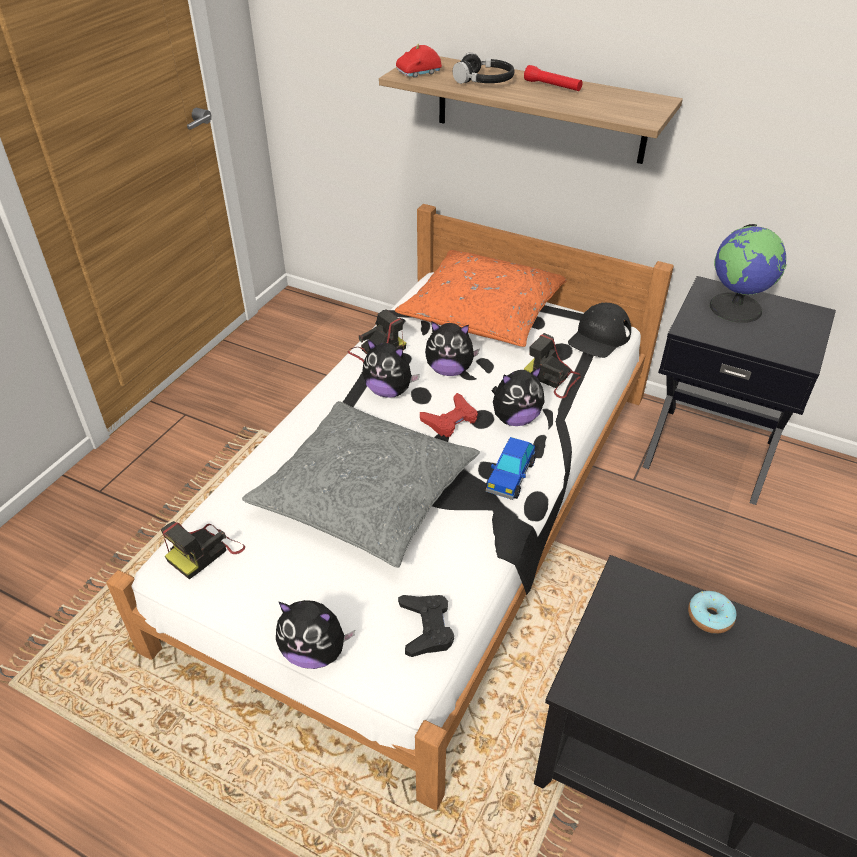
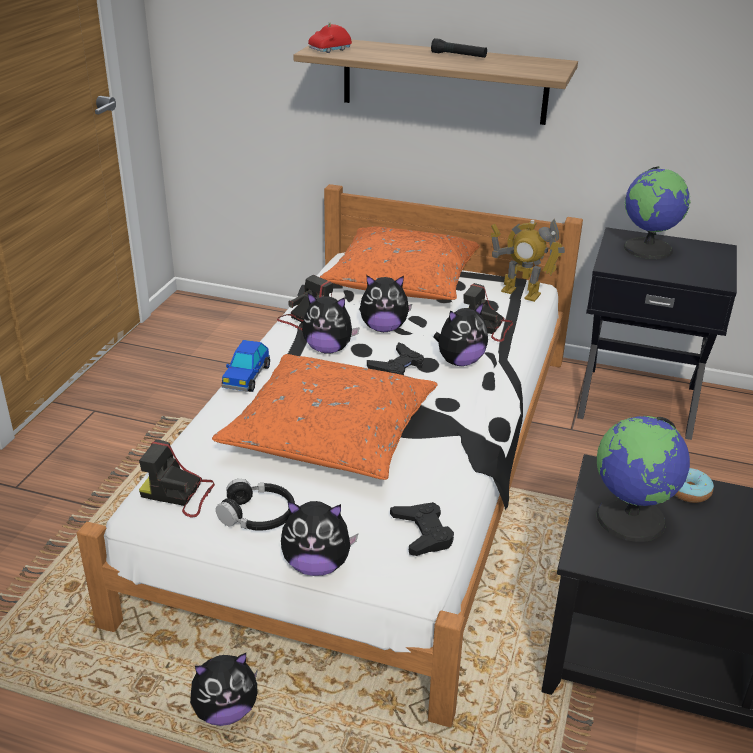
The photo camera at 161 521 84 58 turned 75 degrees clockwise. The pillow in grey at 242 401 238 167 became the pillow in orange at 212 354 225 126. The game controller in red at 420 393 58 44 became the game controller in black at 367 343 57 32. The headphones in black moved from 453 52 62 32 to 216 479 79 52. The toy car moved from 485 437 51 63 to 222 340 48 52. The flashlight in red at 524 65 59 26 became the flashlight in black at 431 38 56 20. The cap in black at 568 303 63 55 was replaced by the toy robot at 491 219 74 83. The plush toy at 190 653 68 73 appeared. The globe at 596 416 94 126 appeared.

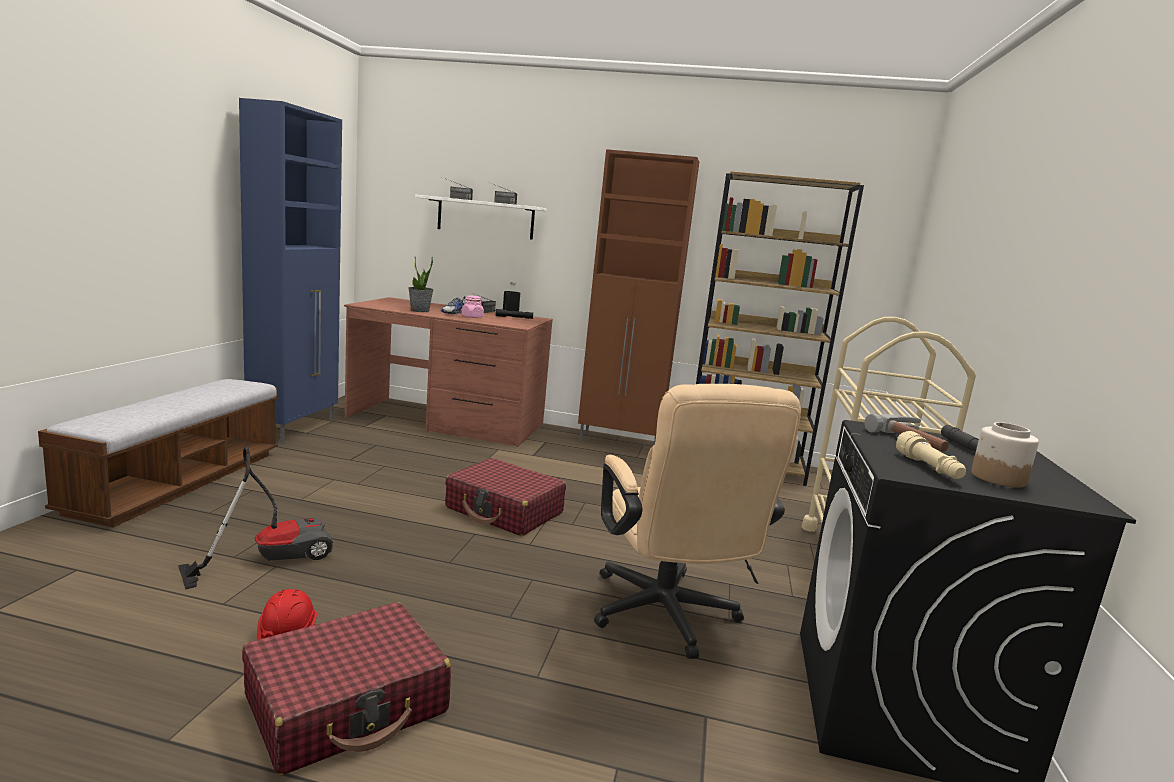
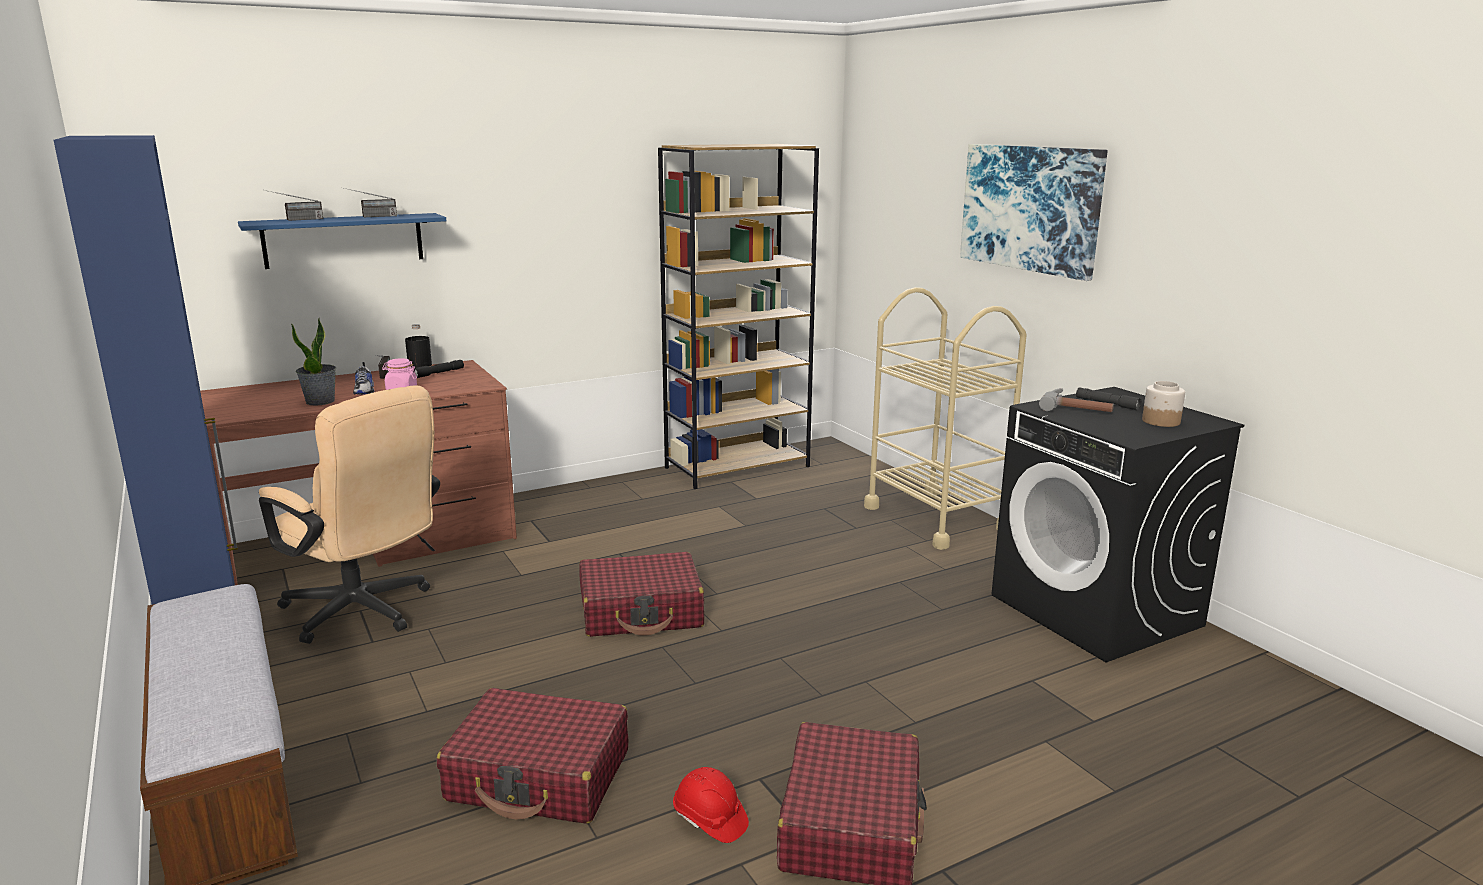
The vacuum cleaner at 178 446 155 144 was replaced by the suitcase in red at 437 688 191 136. The shelf in white at 415 195 132 45 became the shelf in blue at 238 213 208 56. The cabinet in brown at 578 149 121 296 disappeared. The office chair in beige moved from 594 384 207 275 to 259 386 181 258. The flashlight in beige at 896 431 70 48 disappeared. The picture at 960 144 148 137 appeared.

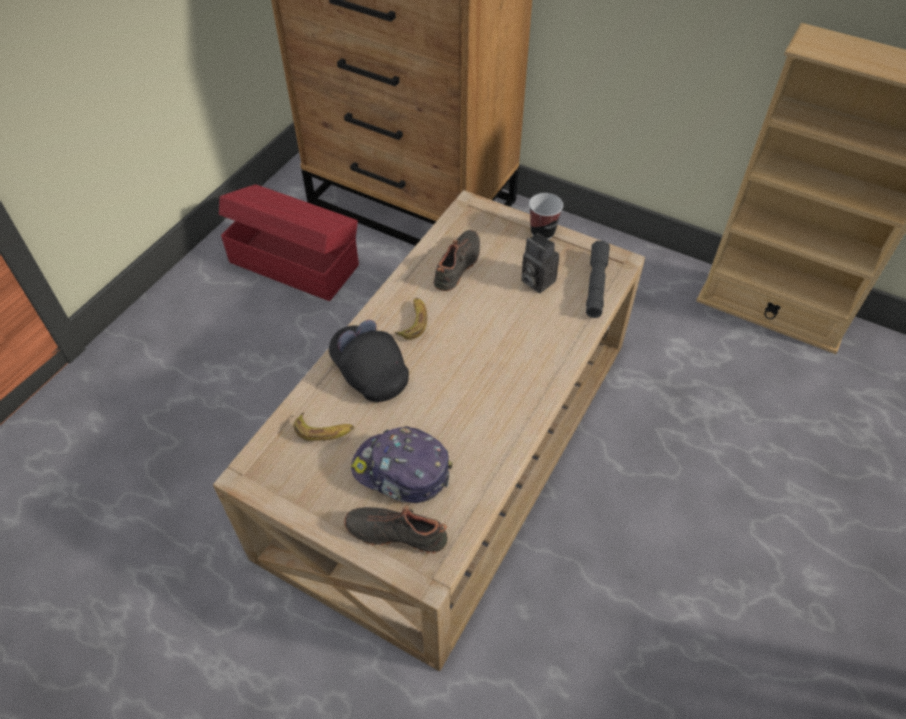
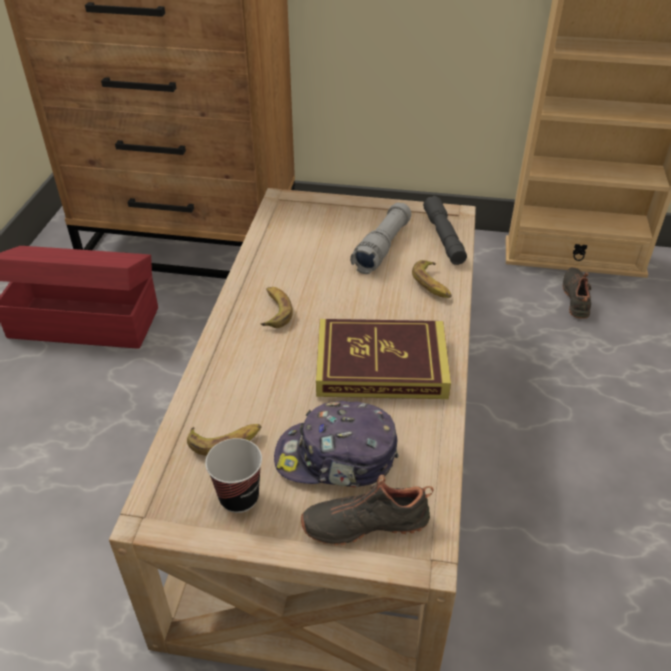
The cap in black at 329 320 80 82 disappeared. The shoe in black moved from 434 230 46 61 to 562 267 29 52. The photo camera at 521 233 38 60 was replaced by the flashlight in grey at 350 202 61 72. The cup moved from 529 193 34 46 to 205 438 57 75. The book at 316 319 135 80 appeared. The banana at 412 260 40 38 appeared.

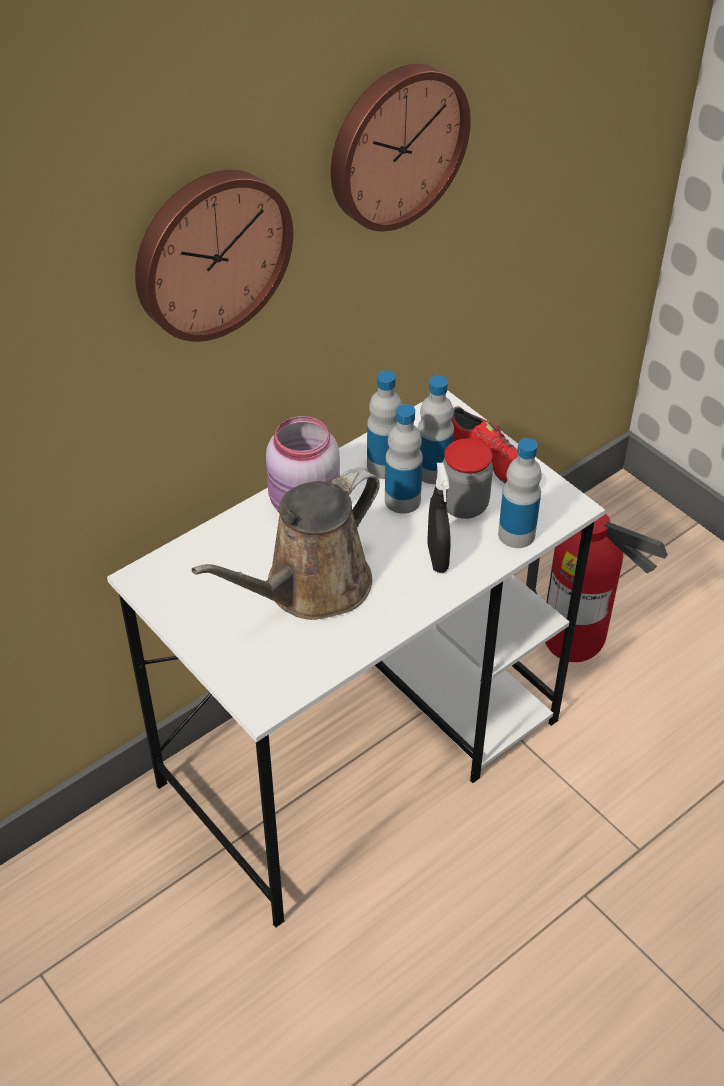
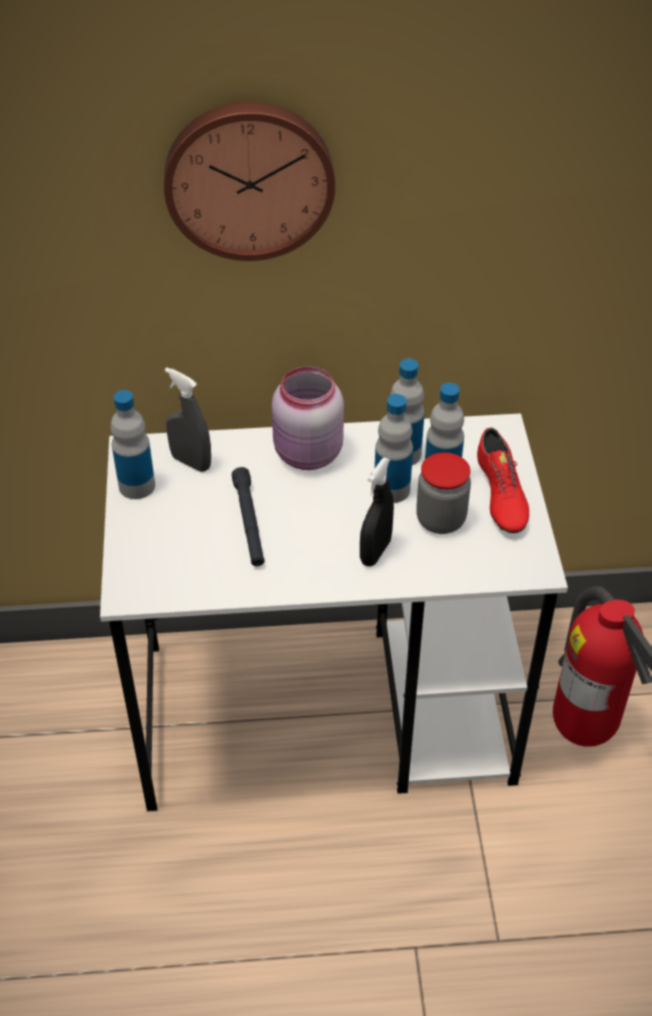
The watering can in brown at 192 467 188 153 was replaced by the flashlight in black at 232 467 33 99. The wall clock at 331 64 140 167 disappeared. The bottle moved from 498 438 44 110 to 111 390 44 109. The spray bottle in grey at 165 367 46 105 appeared.

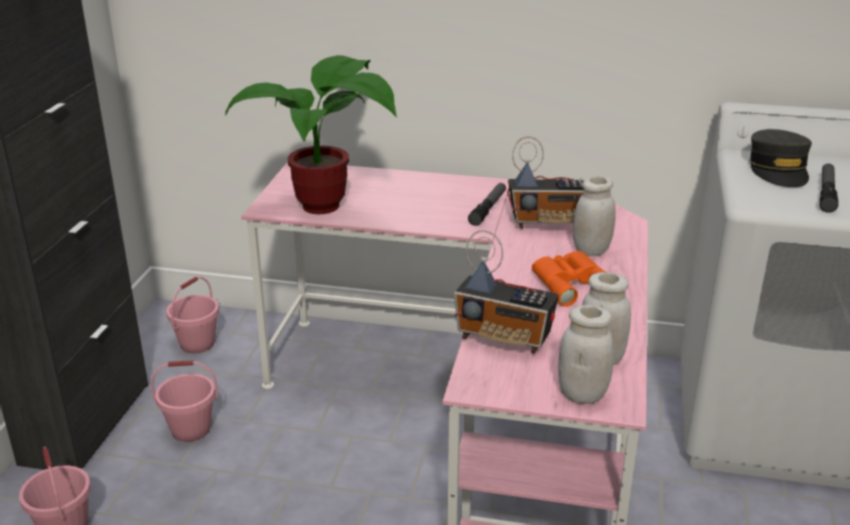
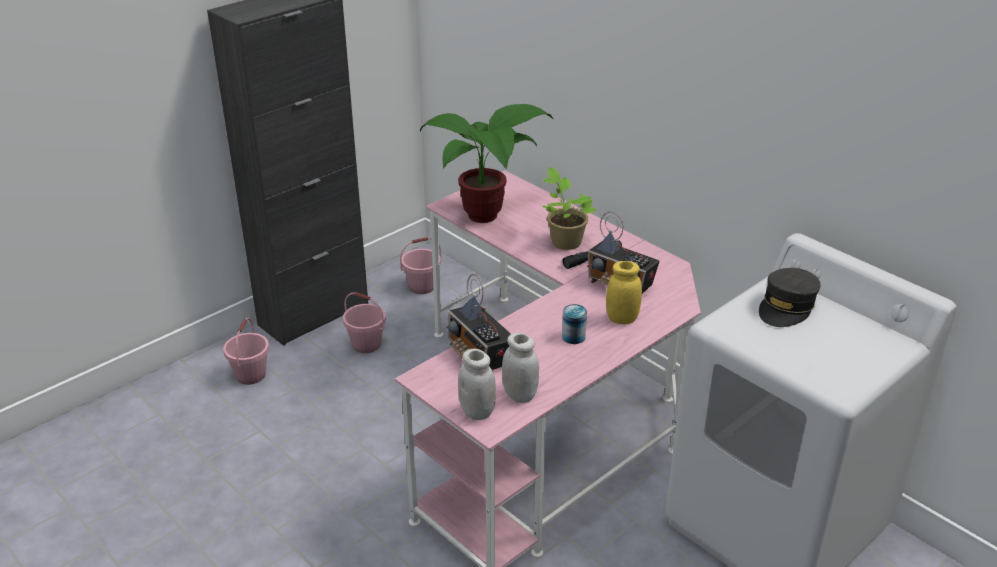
The binoculars in orange at 532 251 74 56 was replaced by the can at 562 304 25 40. The jar in white at 573 176 43 80 became the jar in yellow at 606 261 36 64. The flashlight at 820 164 18 49 disappeared. The potted plant at 542 167 55 83 appeared.

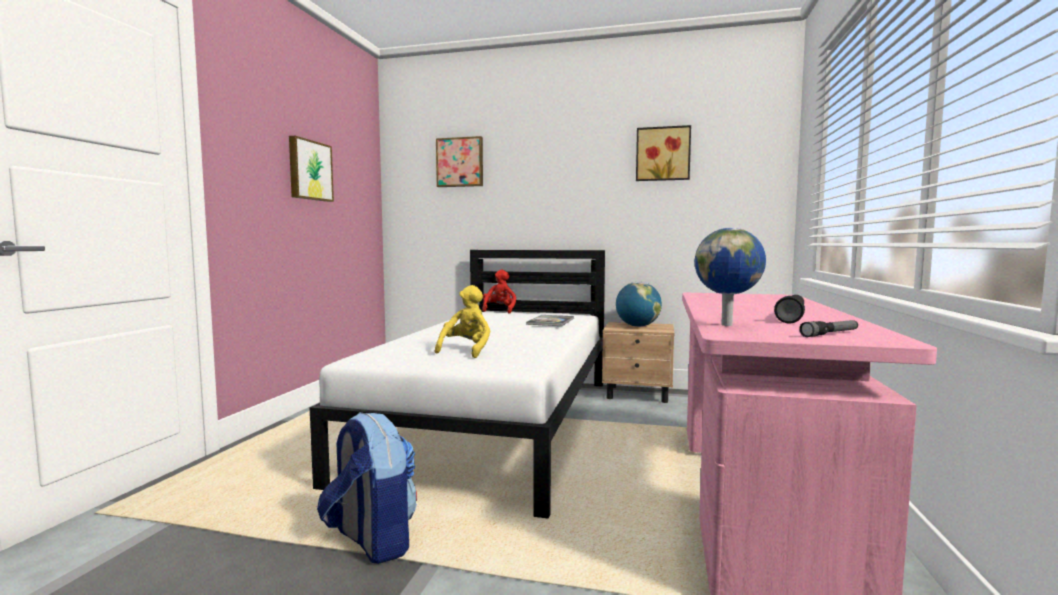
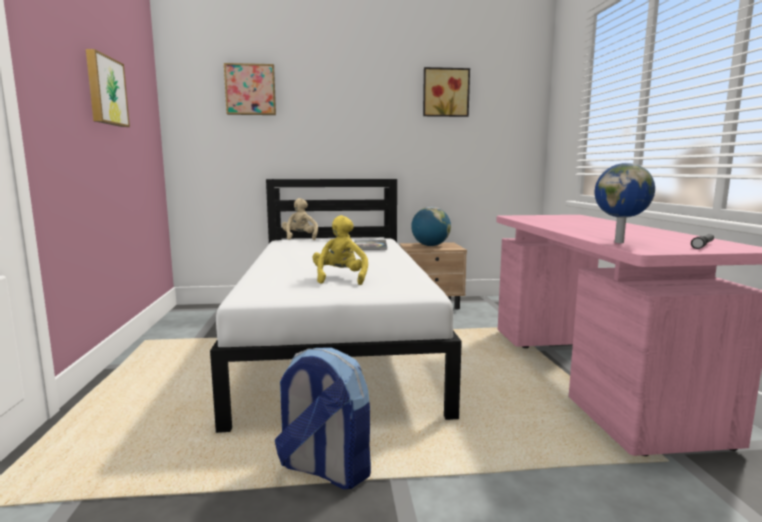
The plush toy in red at 482 269 34 45 became the plush toy in beige at 282 198 36 42. The flashlight in black at 774 295 31 28 disappeared.

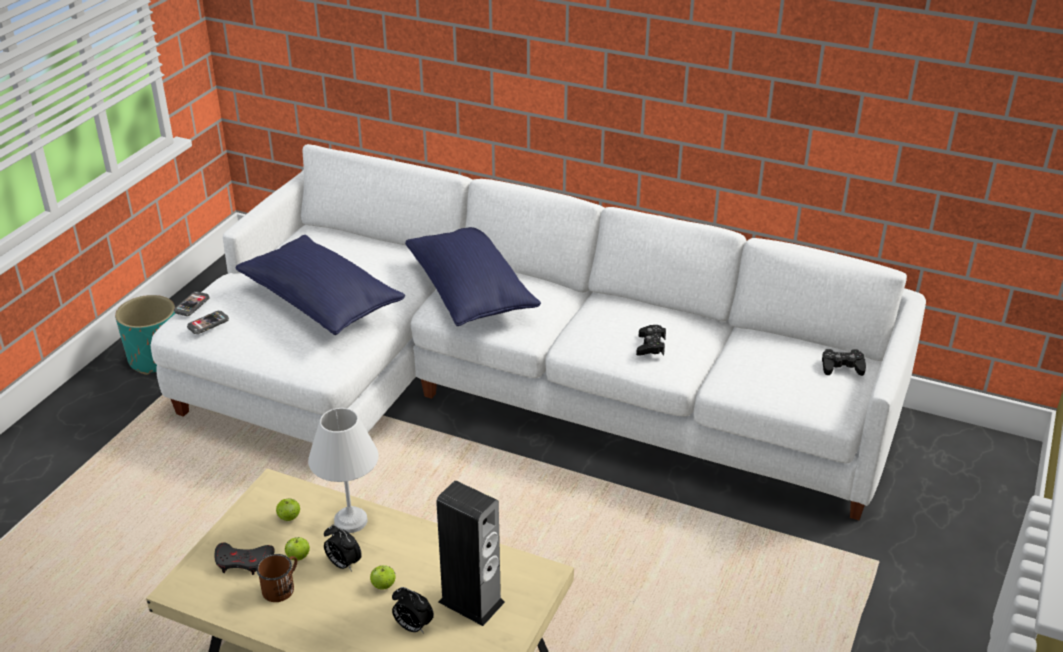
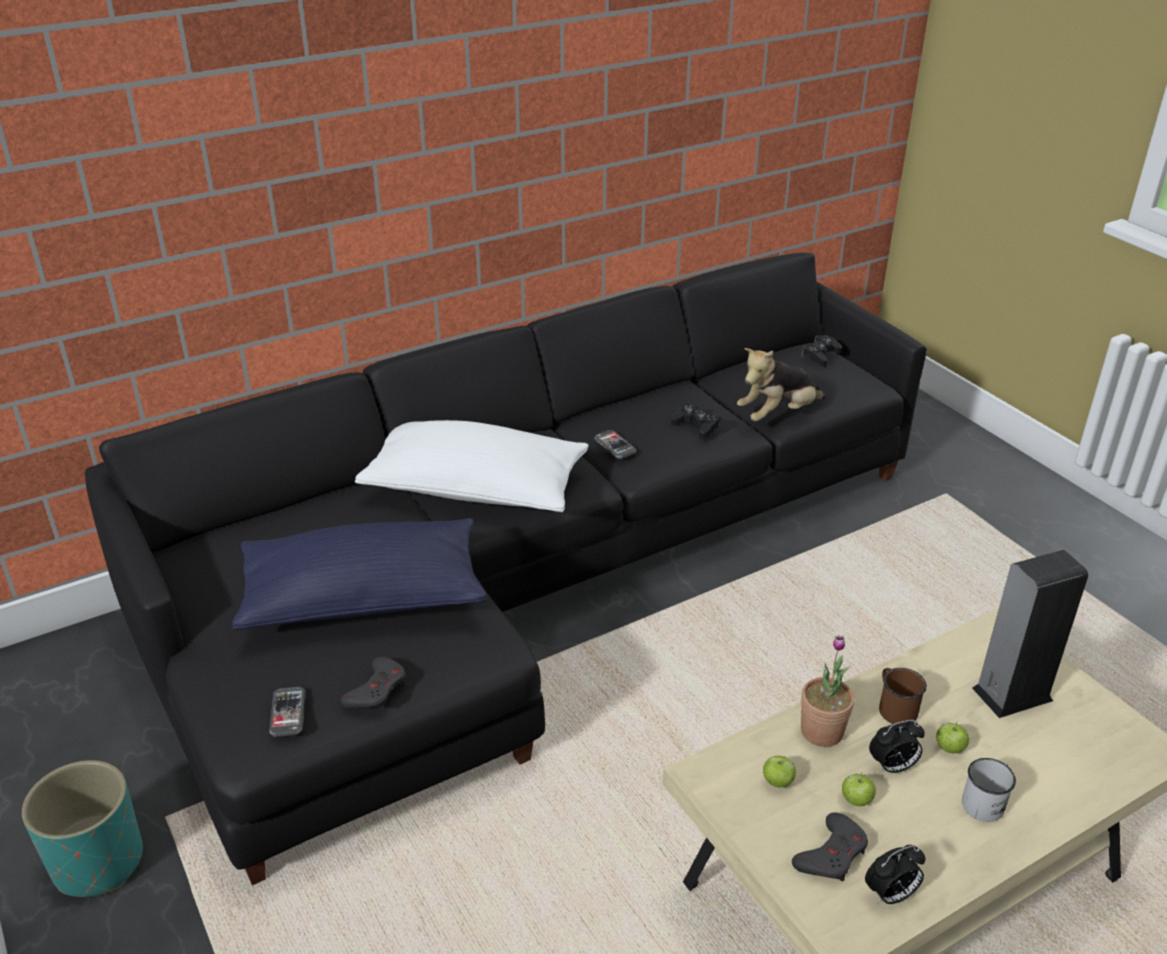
The sofa in white at 151 144 775 376 became the sofa in black at 85 253 842 632. The phone moved from 174 291 36 25 to 594 430 42 29. The mug in brown moved from 256 554 41 48 to 879 668 48 56. The table lamp in white at 308 408 71 125 was replaced by the potted plant at 801 635 53 112. The alarm clock moved from 392 587 42 47 to 865 845 60 59. The pillow in blue at 405 227 136 99 became the pillow in white at 355 420 234 92. The game controller in grey at 340 657 65 52 appeared. The plush toy at 737 348 89 74 appeared. The mug in white at 962 758 54 64 appeared.

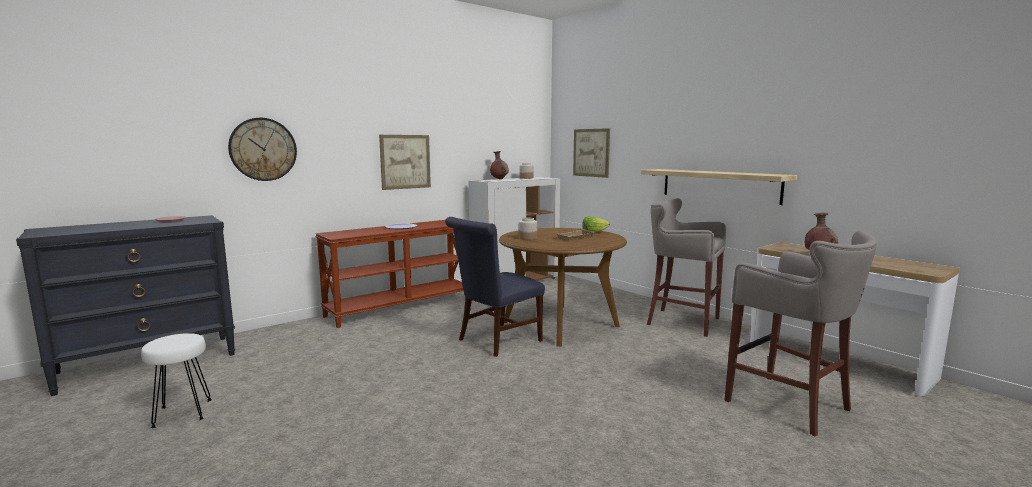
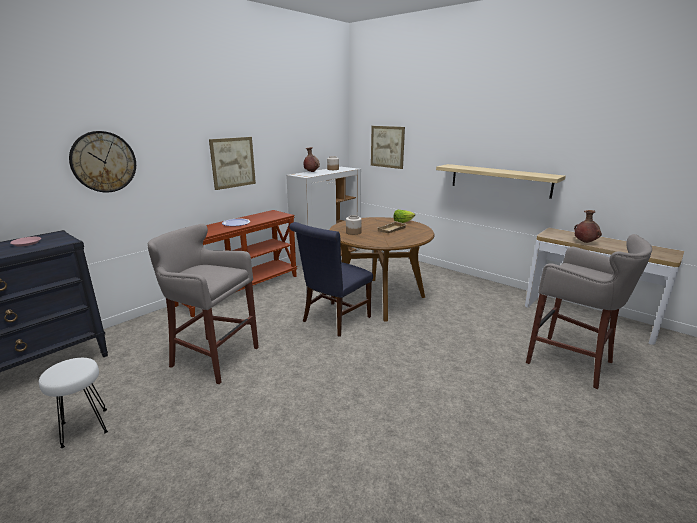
The stool in grey moved from 647 198 79 139 to 148 224 111 160.

